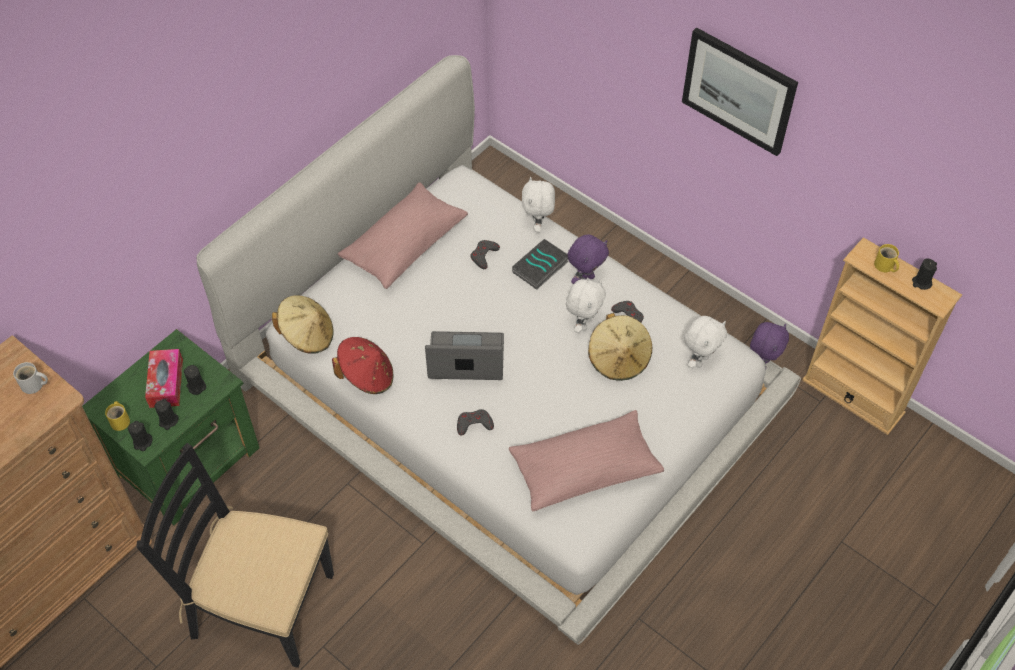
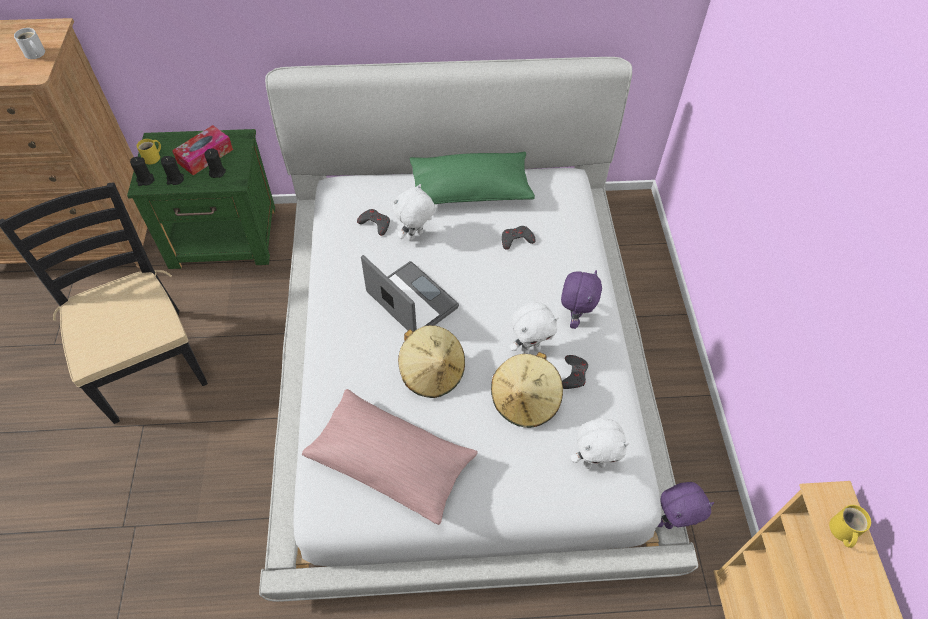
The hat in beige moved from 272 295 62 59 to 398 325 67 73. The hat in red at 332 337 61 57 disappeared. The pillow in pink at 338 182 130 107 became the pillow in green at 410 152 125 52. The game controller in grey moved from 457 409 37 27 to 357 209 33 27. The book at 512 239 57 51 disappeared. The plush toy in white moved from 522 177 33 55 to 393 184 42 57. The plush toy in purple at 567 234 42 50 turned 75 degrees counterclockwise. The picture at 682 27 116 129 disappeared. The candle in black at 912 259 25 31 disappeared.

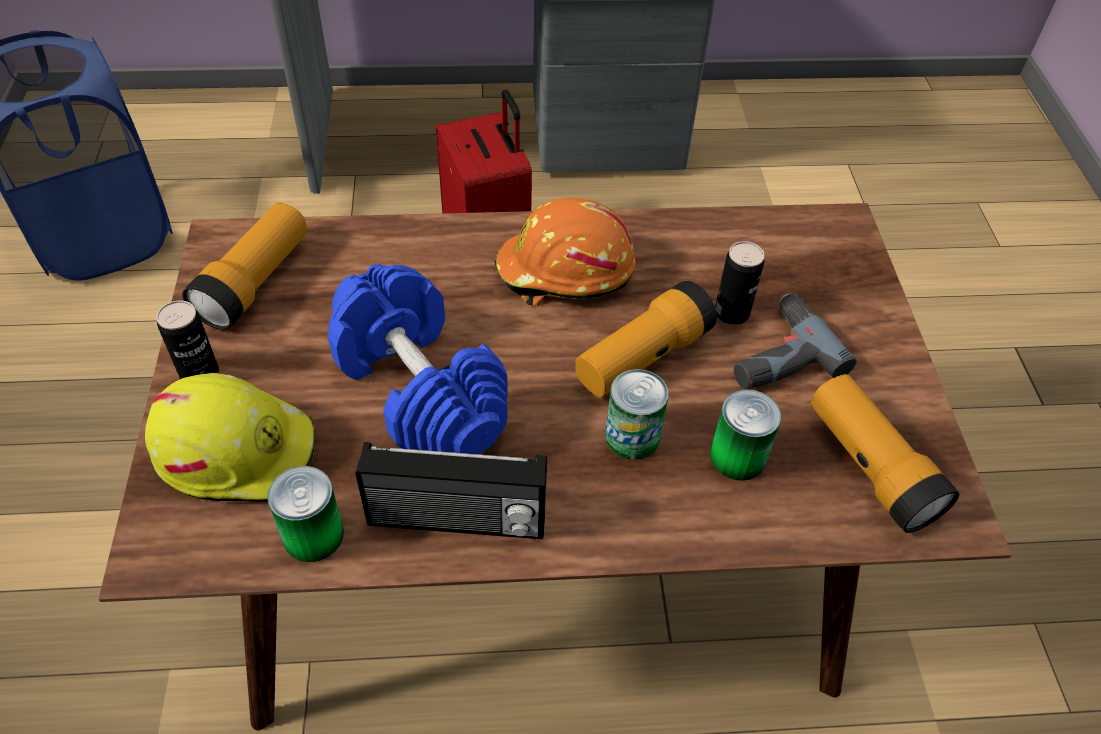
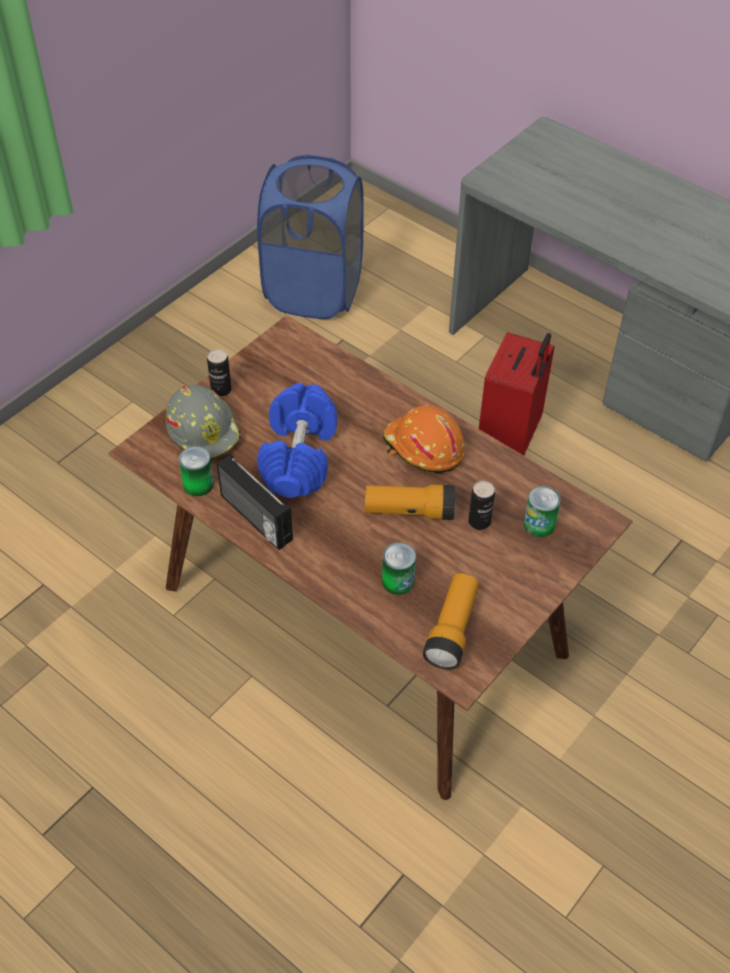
The hard hat in yellow at 145 373 170 129 became the hard hat in grey at 166 385 75 74. The flashlight at 182 203 125 127 disappeared. The can moved from 605 369 64 91 to 524 486 37 51. The power drill at 734 294 123 95 disappeared.

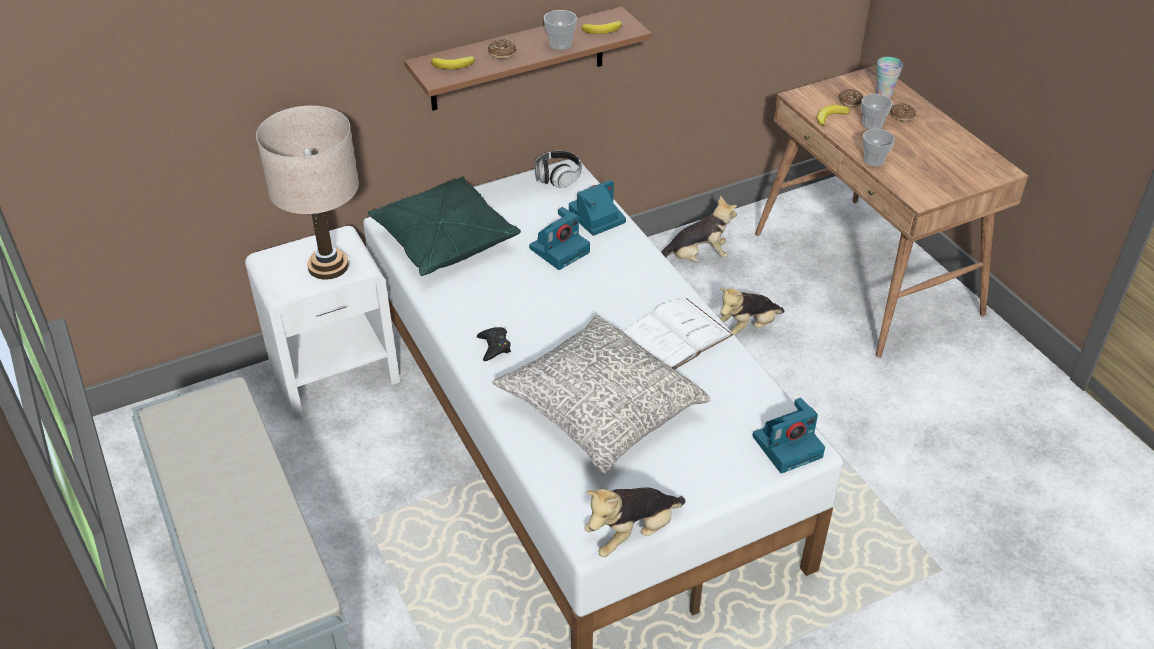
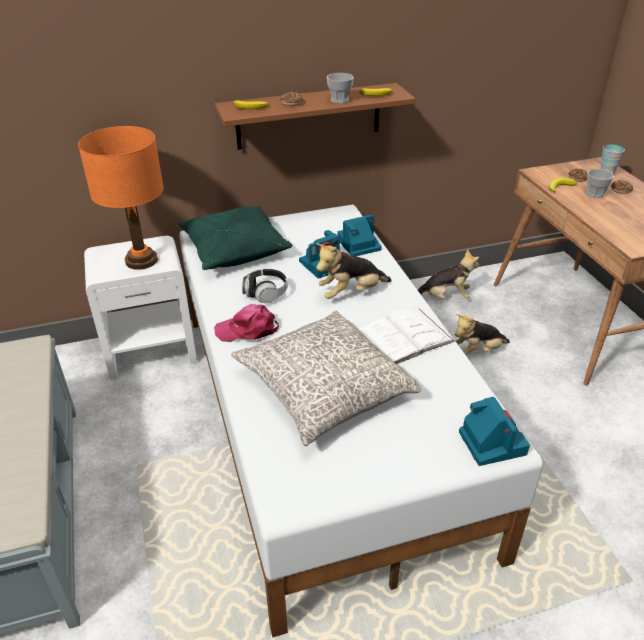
The table lamp in beige at 256 106 103 174 became the table lamp in orange at 78 126 86 144. The game controller in black at 477 327 34 34 was replaced by the cap in pink at 214 304 65 38. The headphones moved from 535 151 47 37 to 242 269 46 34. The plush toy moved from 584 488 101 69 to 316 243 76 56. The photo camera at 753 398 72 75 turned 90 degrees counterclockwise. The cup at 863 129 32 38 disappeared.

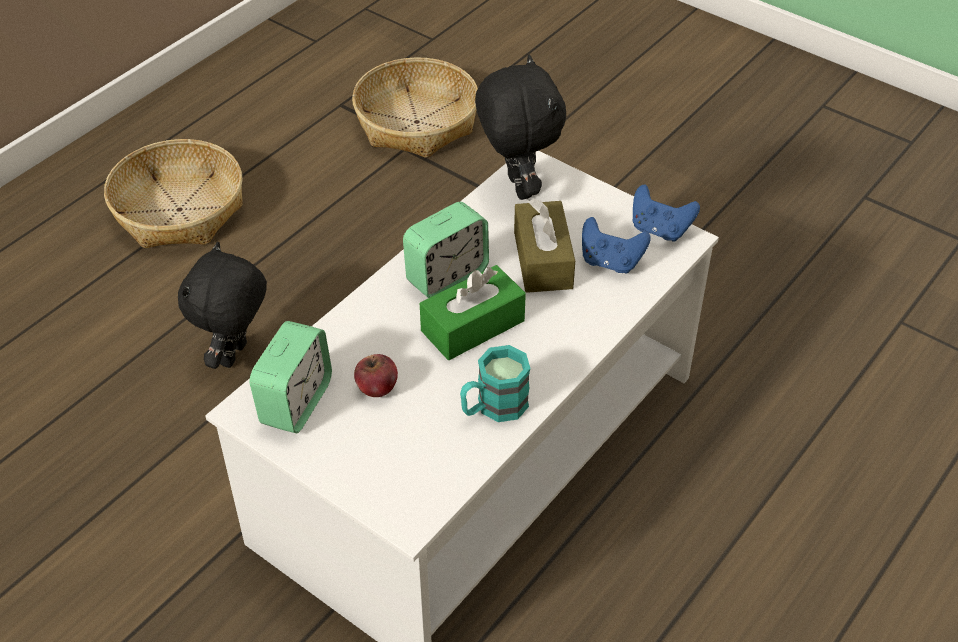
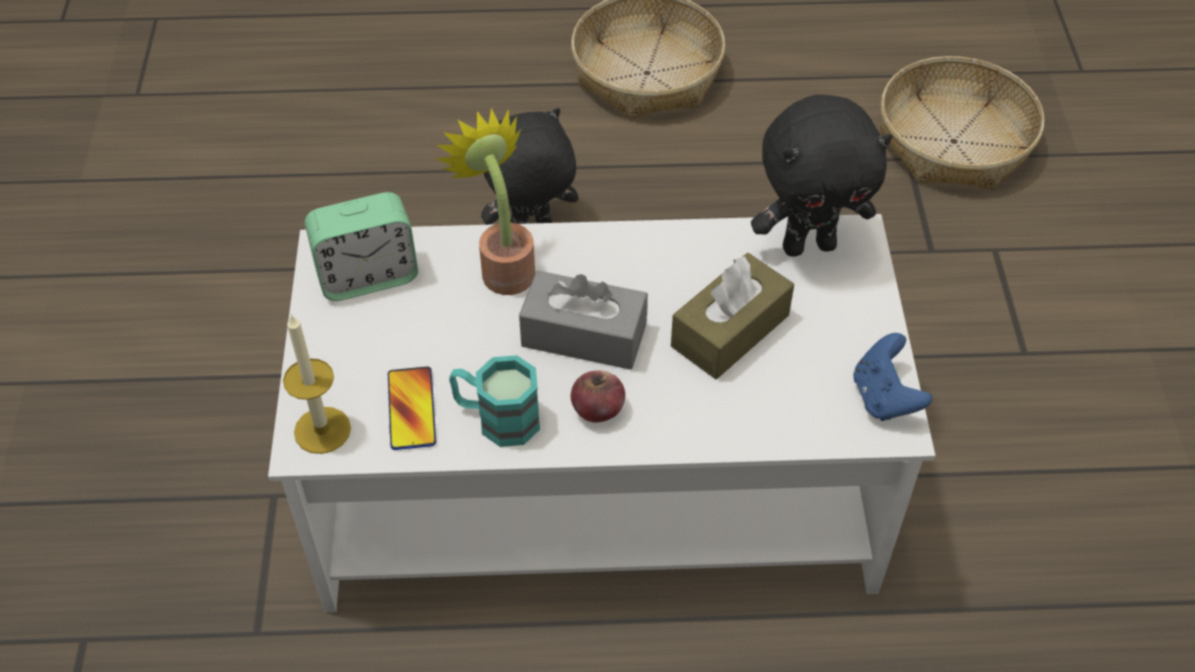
The apple moved from 354 354 44 43 to 570 370 55 52. The alarm clock at 403 202 86 96 disappeared. The tissue box in green at 420 265 106 95 became the tissue box in grey at 519 271 129 99. The plush toy in black at 475 55 91 145 turned 45 degrees clockwise. The game controller in blue at 582 217 69 57 disappeared. The candle at 283 314 68 140 appeared. The phone at 388 366 48 84 appeared. The potted plant at 435 108 100 187 appeared.

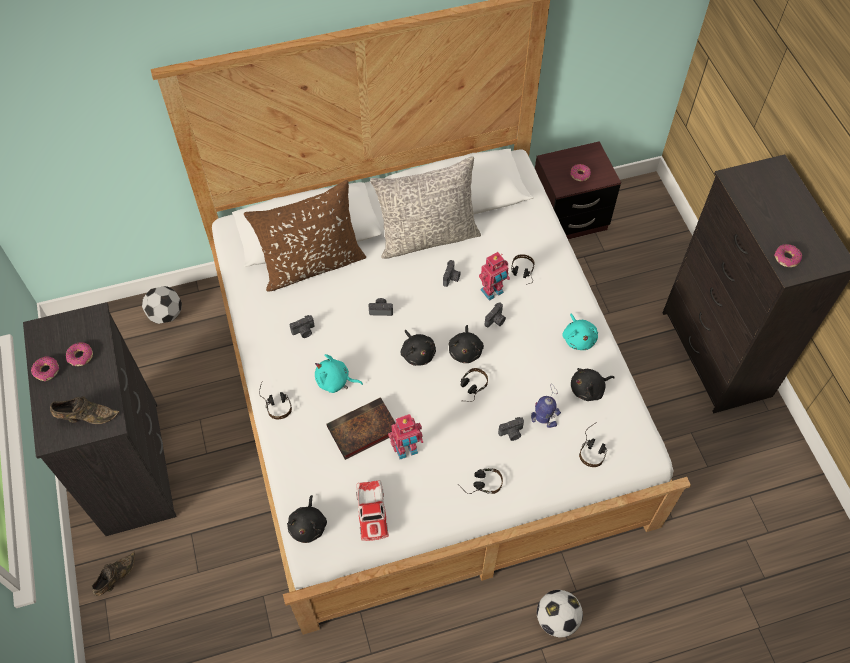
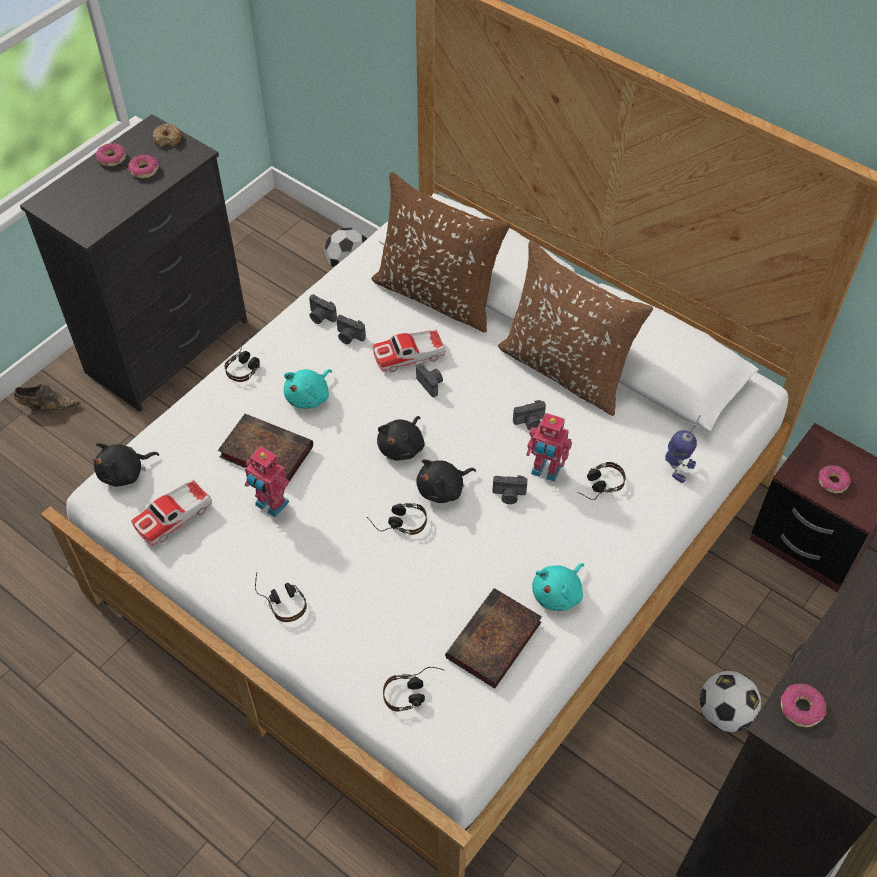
The shoe in brown at 50 397 69 27 disappeared. The plush toy in turquoise at 315 354 48 39 turned 120 degrees counterclockwise. The pillow in grey at 370 156 111 103 became the pillow in brown at 498 240 155 176. The photo camera moved from 498 417 26 24 to 309 294 28 30. The toy robot moved from 531 384 30 44 to 665 415 36 68. The football moved from 537 590 46 48 to 699 671 63 61. The plush toy in black at 571 368 44 33 was replaced by the book at 445 588 97 101. The donut at 153 123 28 24 appeared. The toy car at 373 329 73 43 appeared.

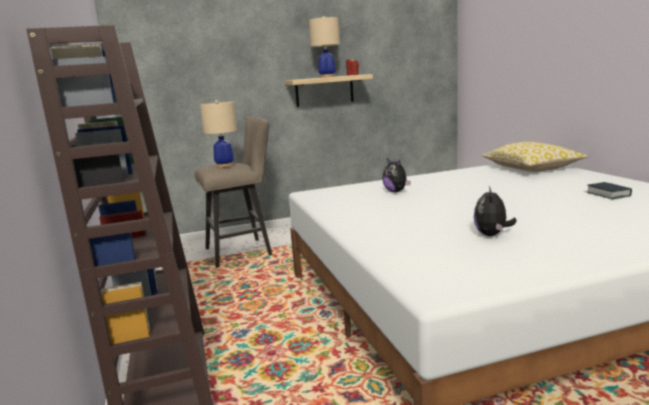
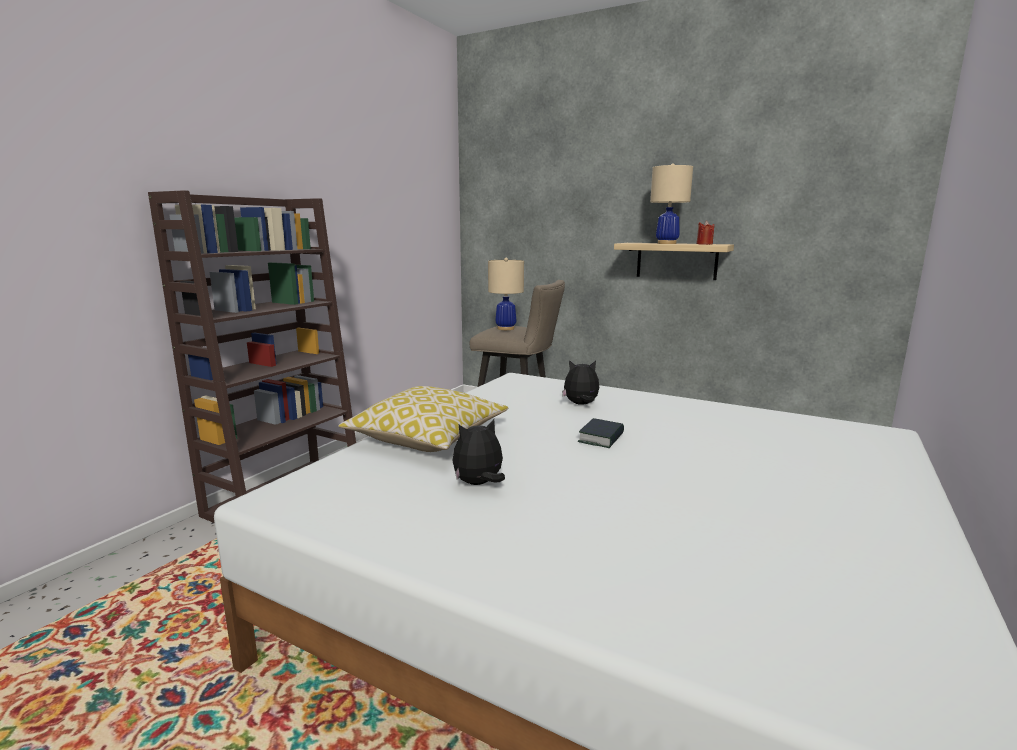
The plush toy at 382 158 29 34 turned 75 degrees clockwise. The pillow moved from 482 142 106 30 to 338 386 171 66. The book moved from 587 182 45 17 to 578 418 46 30.

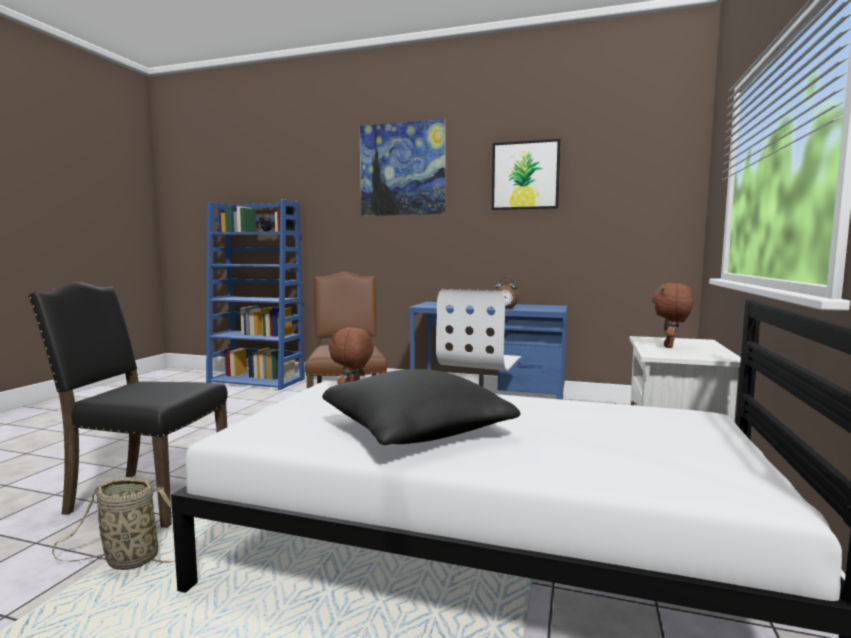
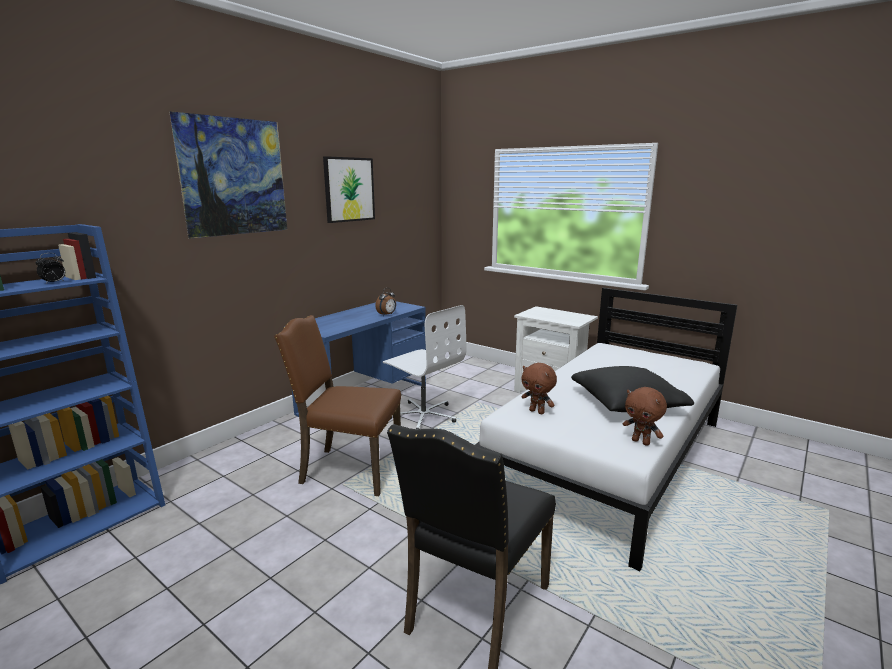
The basket at 52 479 122 91 disappeared. The plush toy in brown moved from 652 283 41 65 to 623 387 44 59.

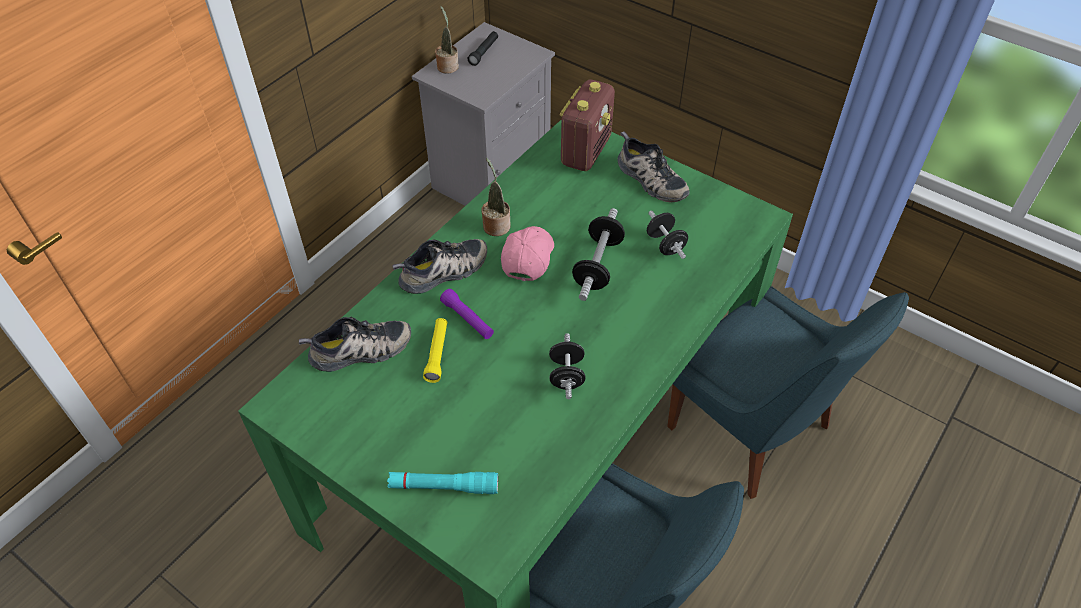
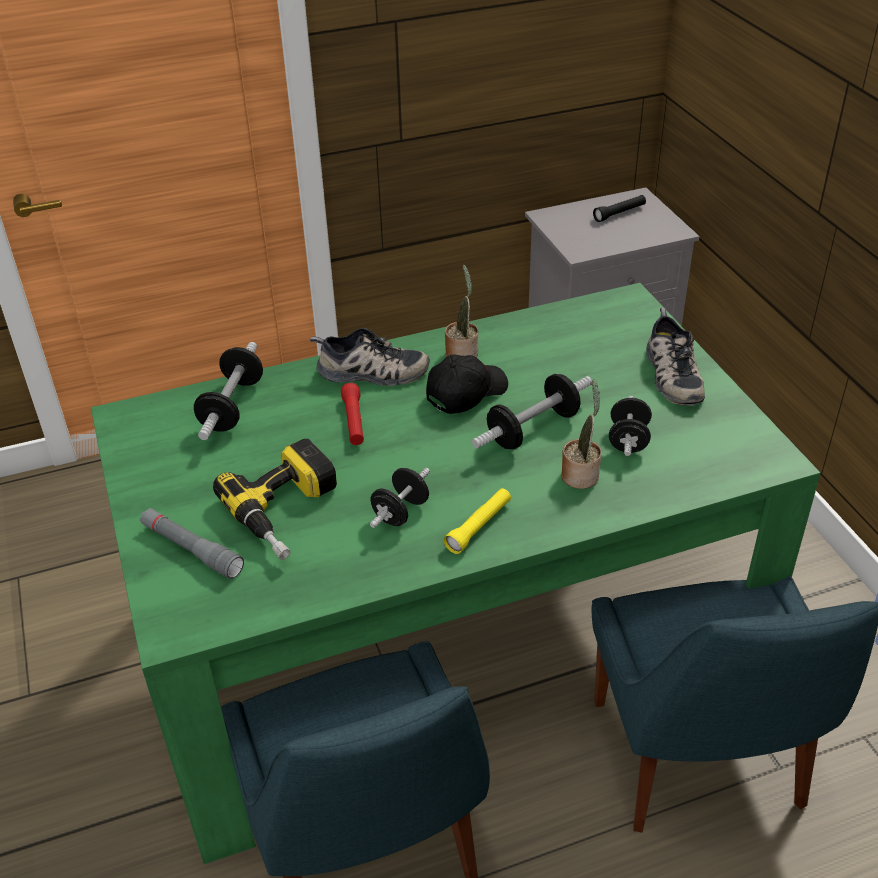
The shoe at 299 317 112 55 was replaced by the dumbbell at 194 342 69 98. The flashlight in turquoise at 387 472 111 22 became the flashlight in grey at 140 508 104 71. The flashlight in yellow moved from 423 318 24 65 to 444 488 67 66. The potted plant moved from 435 6 24 68 to 561 379 41 110. The flashlight in purple at 440 289 54 50 became the flashlight in red at 341 383 23 62. The cap in pink at 501 226 53 55 became the cap in black at 426 355 82 59. The radio at 560 80 55 91 disappeared. The power drill at 213 439 124 121 appeared.

